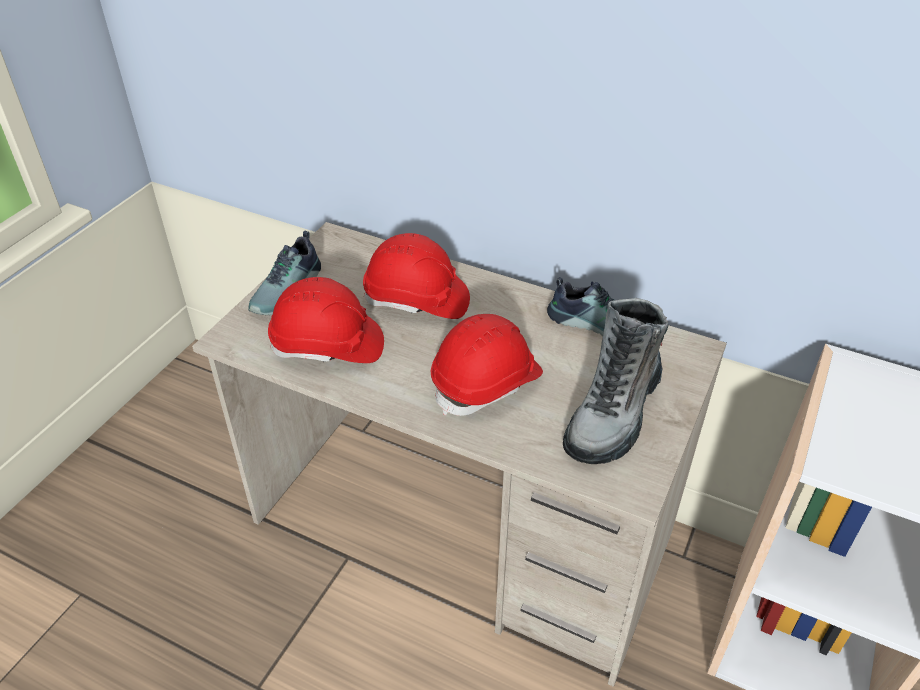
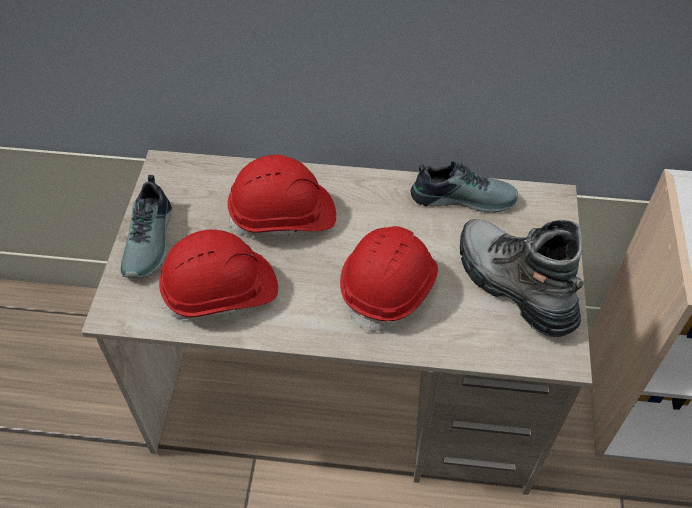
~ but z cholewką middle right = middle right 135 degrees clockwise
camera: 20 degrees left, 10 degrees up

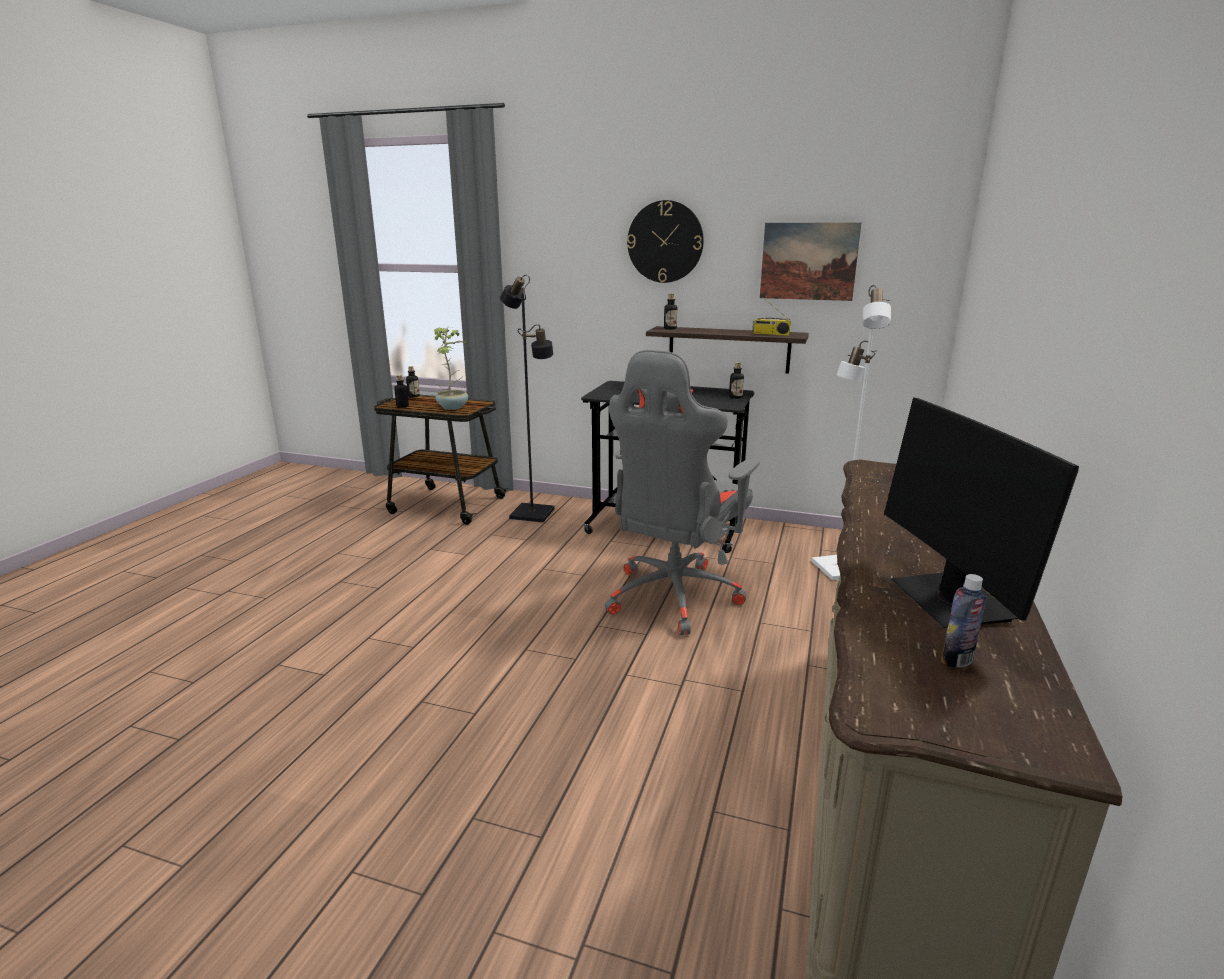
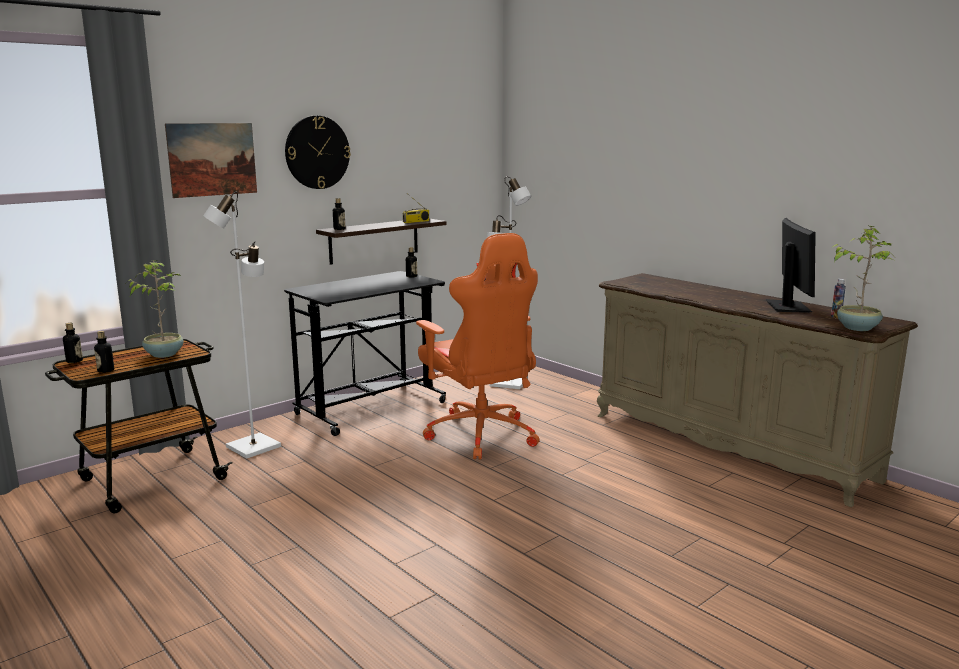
~ obraz top centre to top left
~ lampa stojąca [czarny] centre to lampa stojąca [biały] (1st from left) middle left
~ krzesło biurowe [szary] centre to krzesło biurowe [pomarańczowy] centre
~ monitor middle right = middle right 105 degrees counterclockwise
+ roślina doniczkowa (2nd from left) middle right
camera: 60 degrees left, 5 degrees down

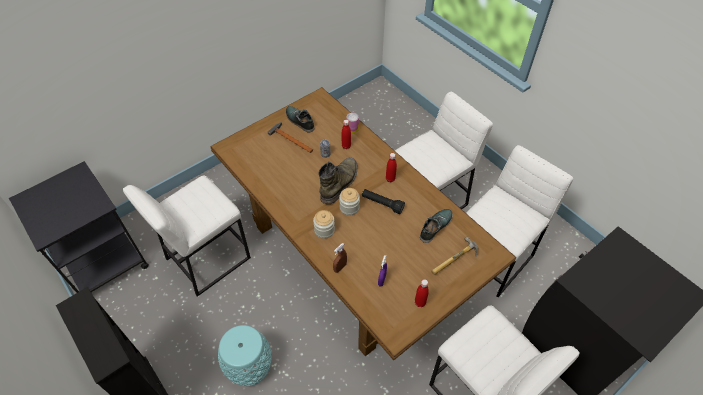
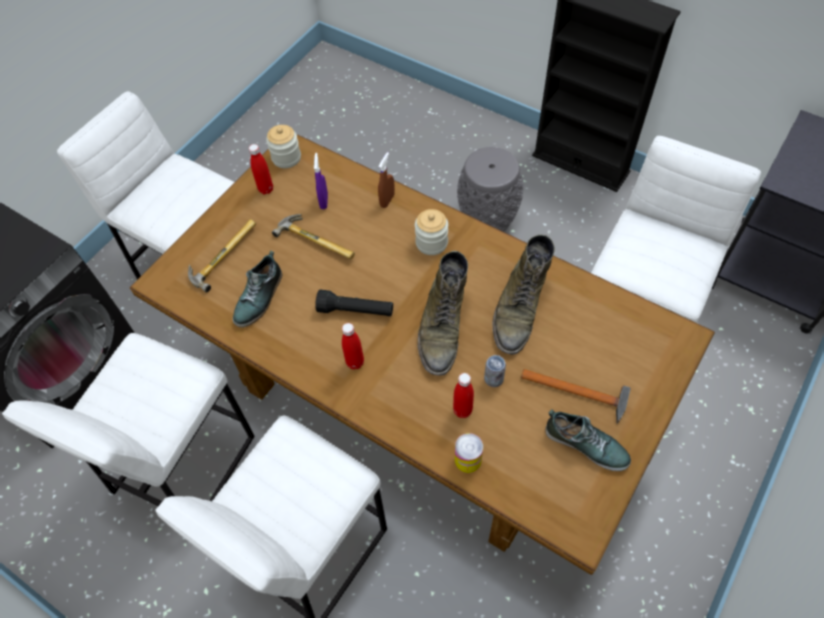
~ słoik (2nd from left in the first image) centre to słoik (1st from left) top centre
~ stołek [turkusowy] bottom centre to stołek [szary] top centre
+ młotek (2nd from left) centre
+ but z cholewką [zielony] (2nd from left) centre
camera: 165 degrees right, 5 degrees up

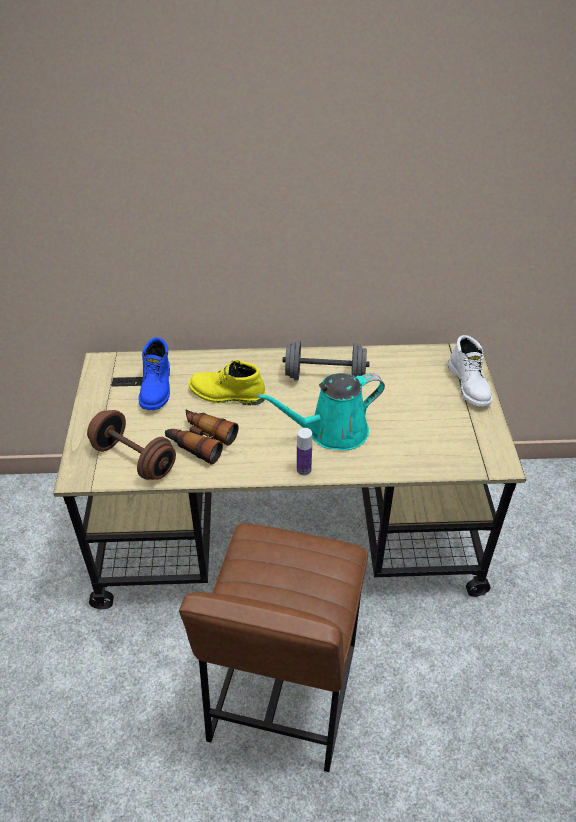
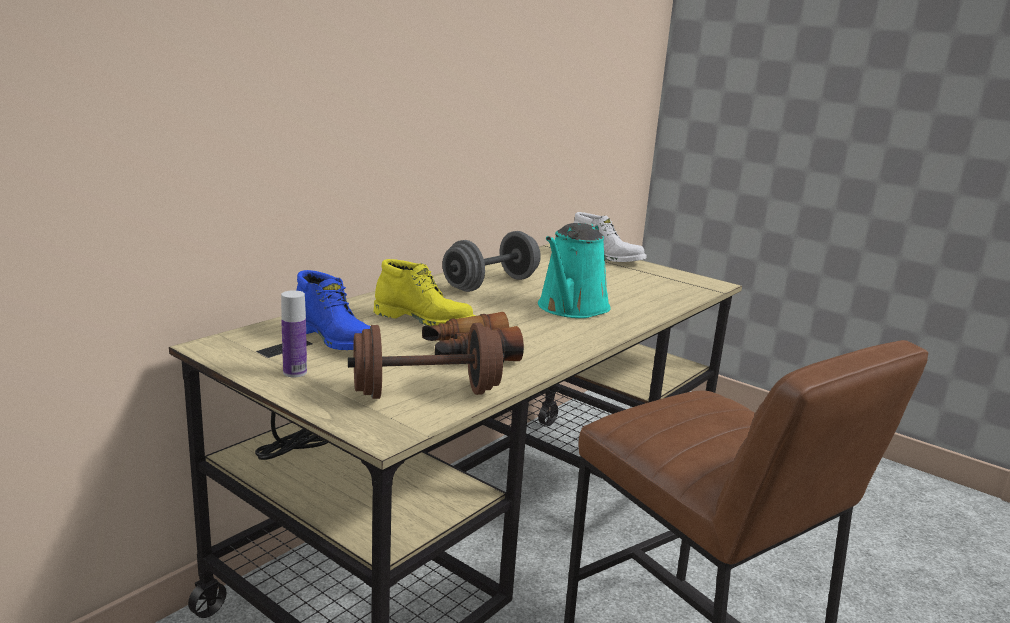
~ but z cholewką [żółty] centre = centre 120 degrees counterclockwise
~ butelka centre to middle left
camera: 50 degrees left, 25 degrees down

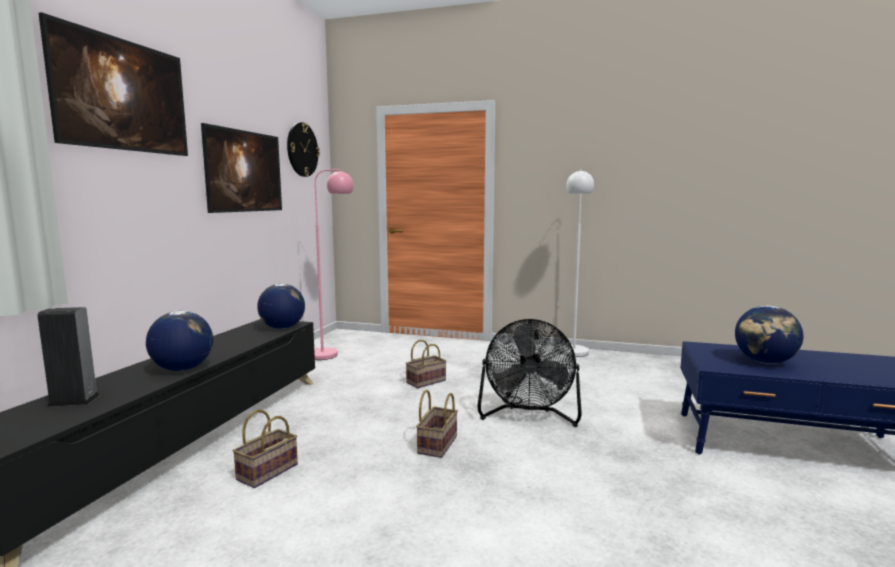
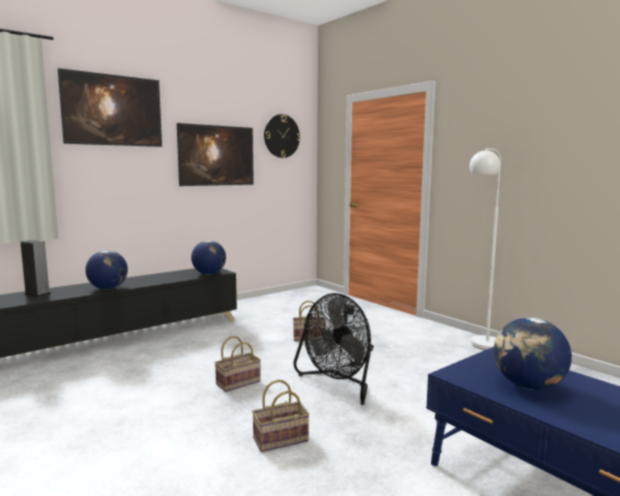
- lampa stojąca [różowy] centre
~ koszyk (1st from left in the first image) bottom left to koszyk (2nd from left) bottom centre
camera: 35 degrees right, 0 degrees up

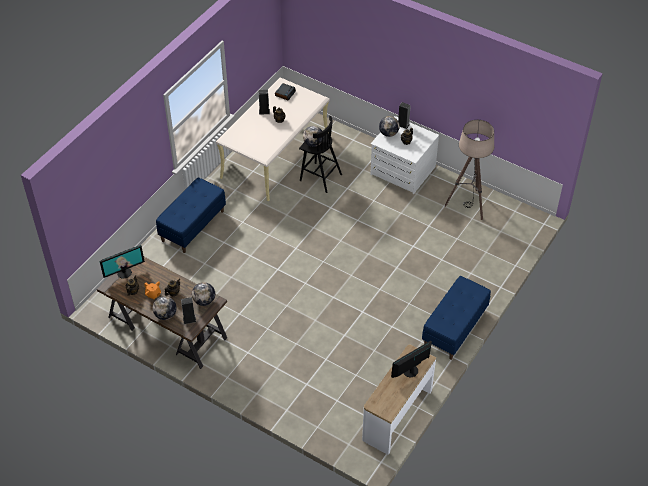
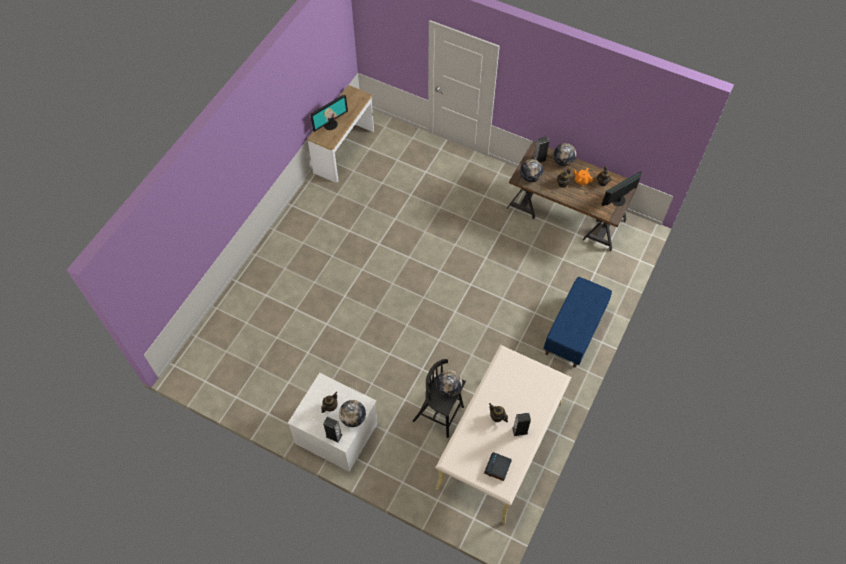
- lampa stojąca middle right
- ławka [niebieski] (2nd from left) middle right
camera: 175 degrees right, 10 degrees up

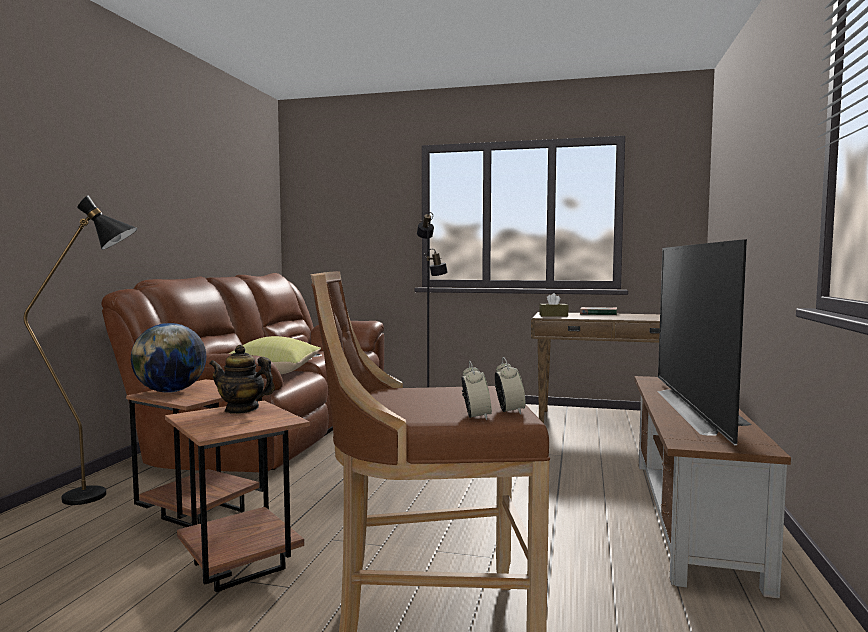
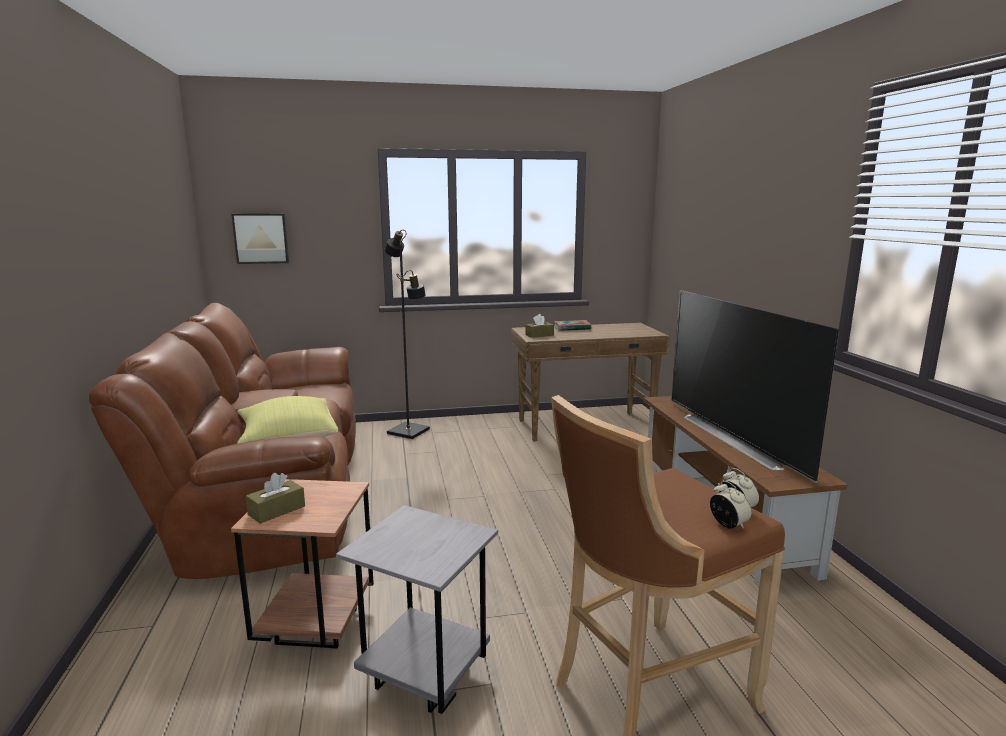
- lampa stojąca [czarny] (1st from left) middle left
~ globus middle left to pudełko chusteczek [brązowy] (1st from left) bottom left
- imbryk middle left
~ stolik [brązowy] (2nd from left) bottom left to stolik [szary] bottom centre
+ obraz top left
camera: 25 degrees left, 10 degrees up

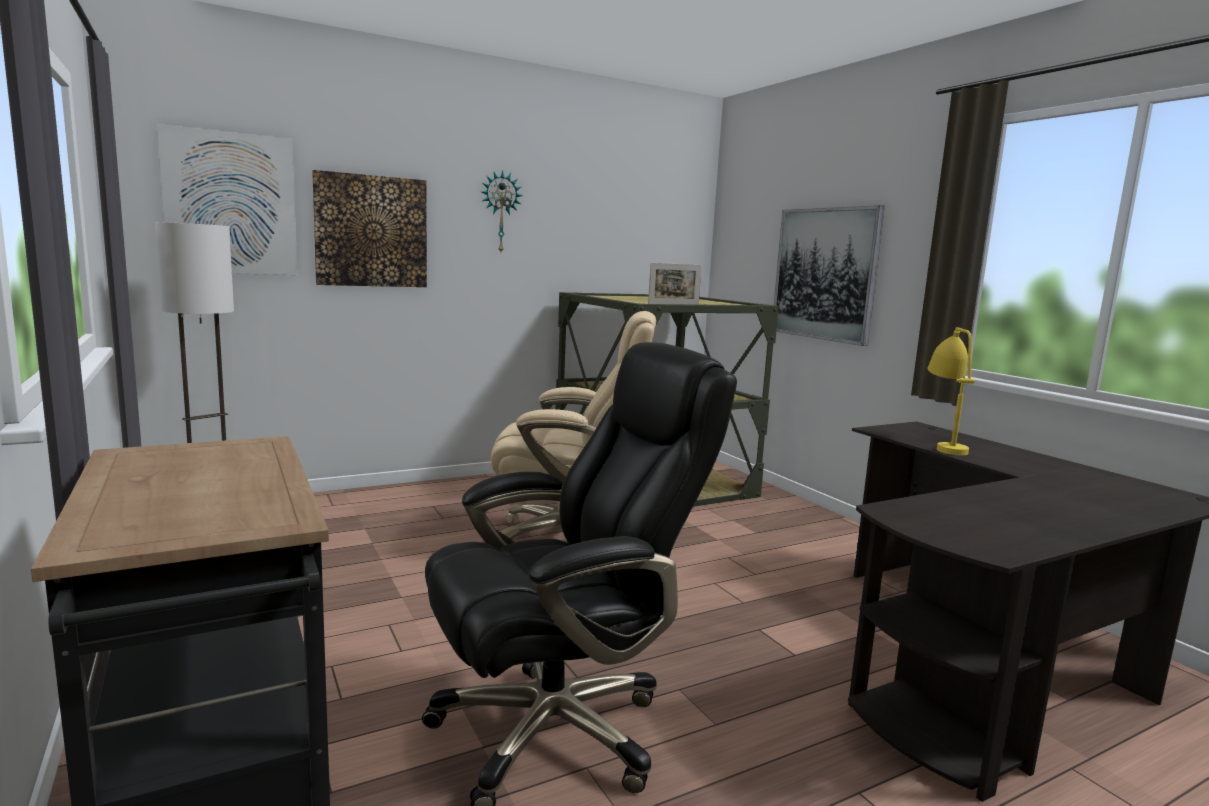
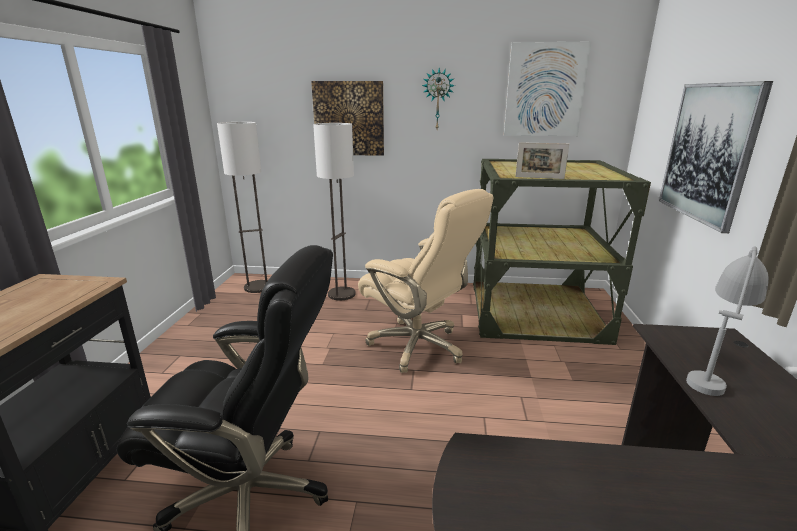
~ obraz (1st from left in the first image) top left to obraz (2nd from left) top right
~ lampa stołowa [żółty] middle right to lampa stołowa [szary] middle right
+ lampa stojąca (2nd from left) centre
camera: 35 degrees right, 10 degrees up

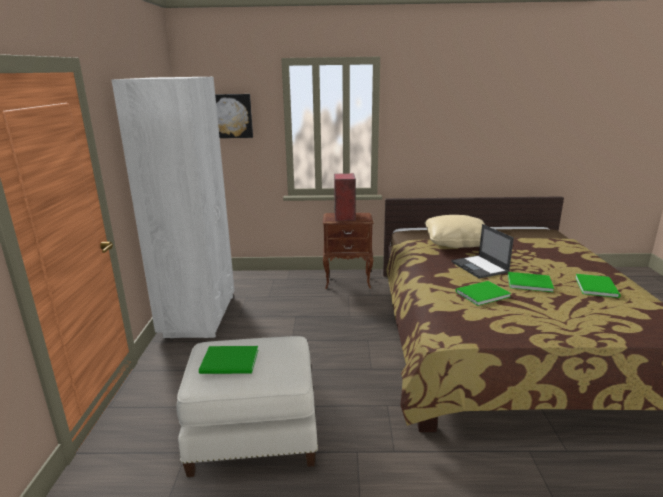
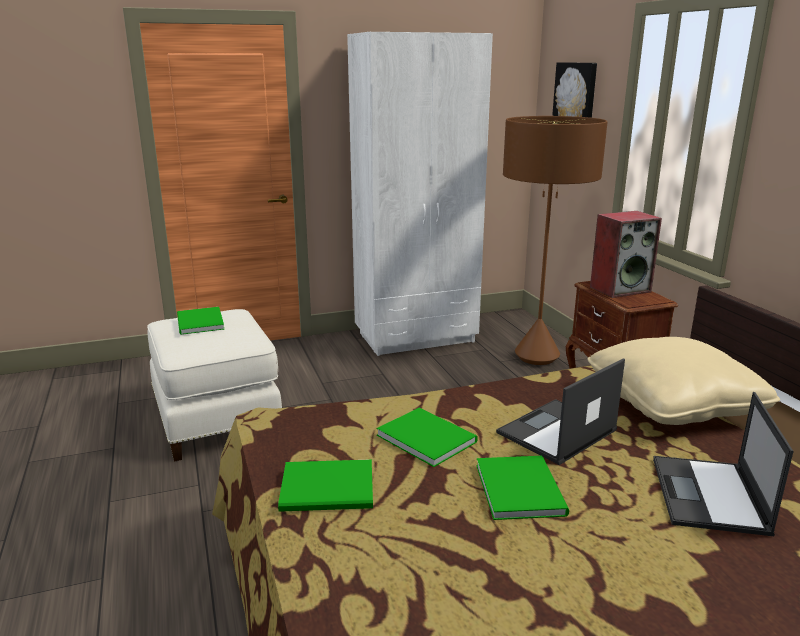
~ książka [zielony] (4th from left in the first image) middle right to książka [zielony] (2nd from left) bottom centre
+ lampa stojąca [brązowy] middle right
+ laptop (2nd from left) bottom right
camera: 70 degrees right, 0 degrees up

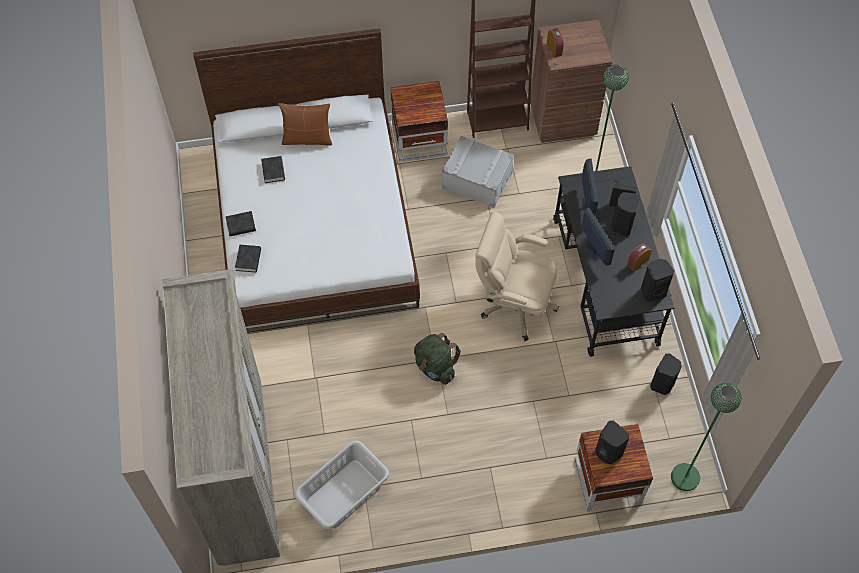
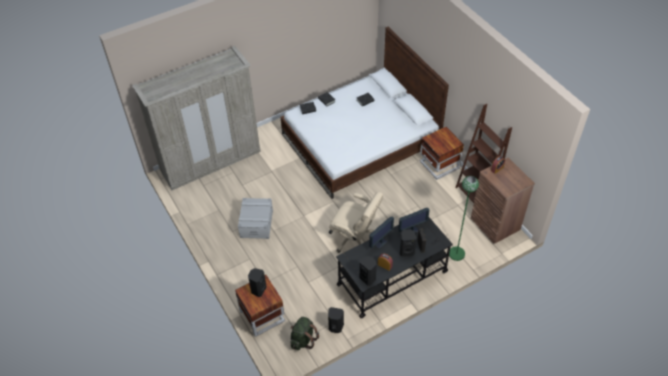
- poduszka [brązowy] top centre
~ pojemnik do przechowywania [szary] top centre to centre
~ krzesło biurowe [beżowy] centre = centre 120 degrees clockwise
~ plecak [zielony] centre to bottom centre
- lampa stojąca [zielony] (2nd from left) bottom right
- kosz na pranie [szary] bottom centre
camera: 70 degrees right, 10 degrees down

